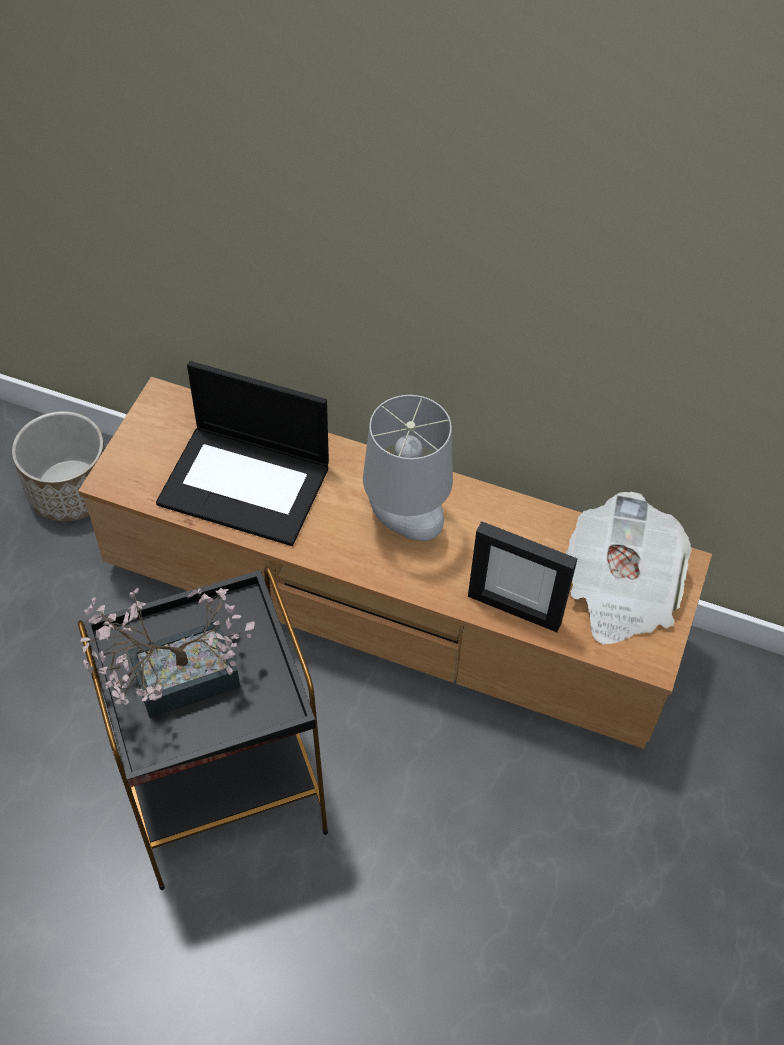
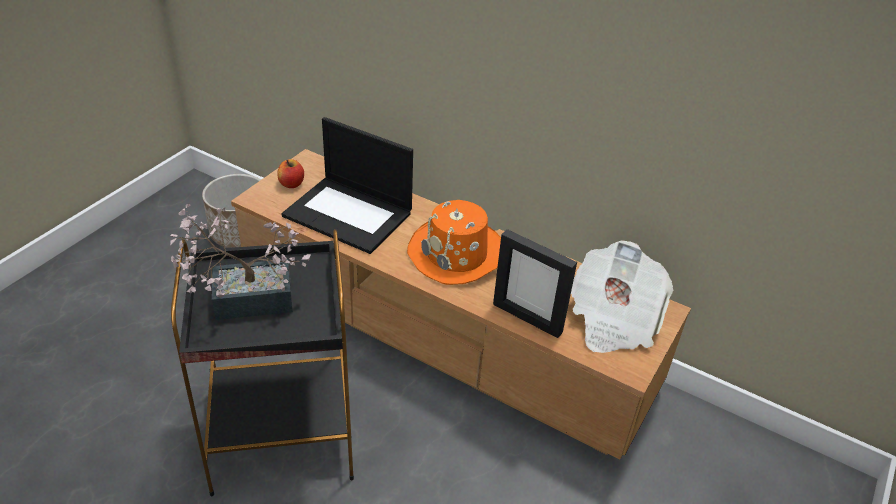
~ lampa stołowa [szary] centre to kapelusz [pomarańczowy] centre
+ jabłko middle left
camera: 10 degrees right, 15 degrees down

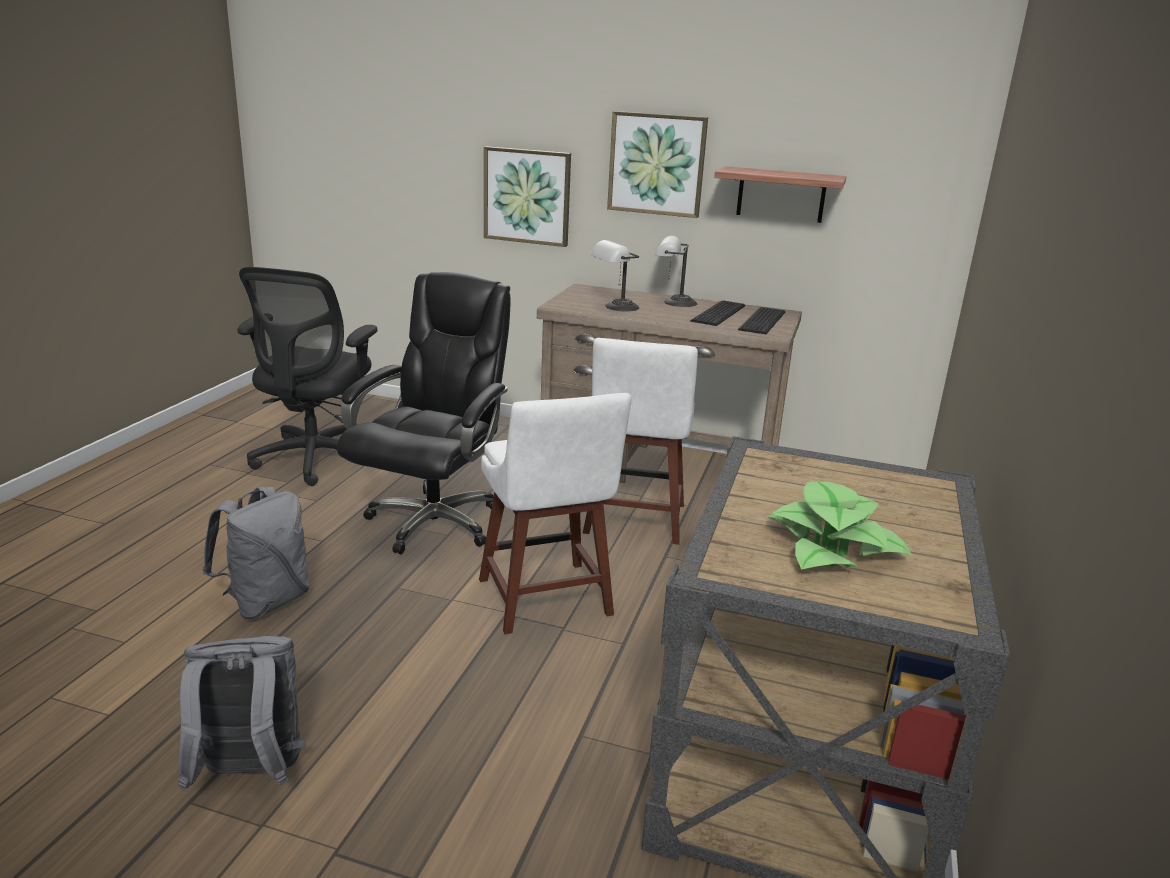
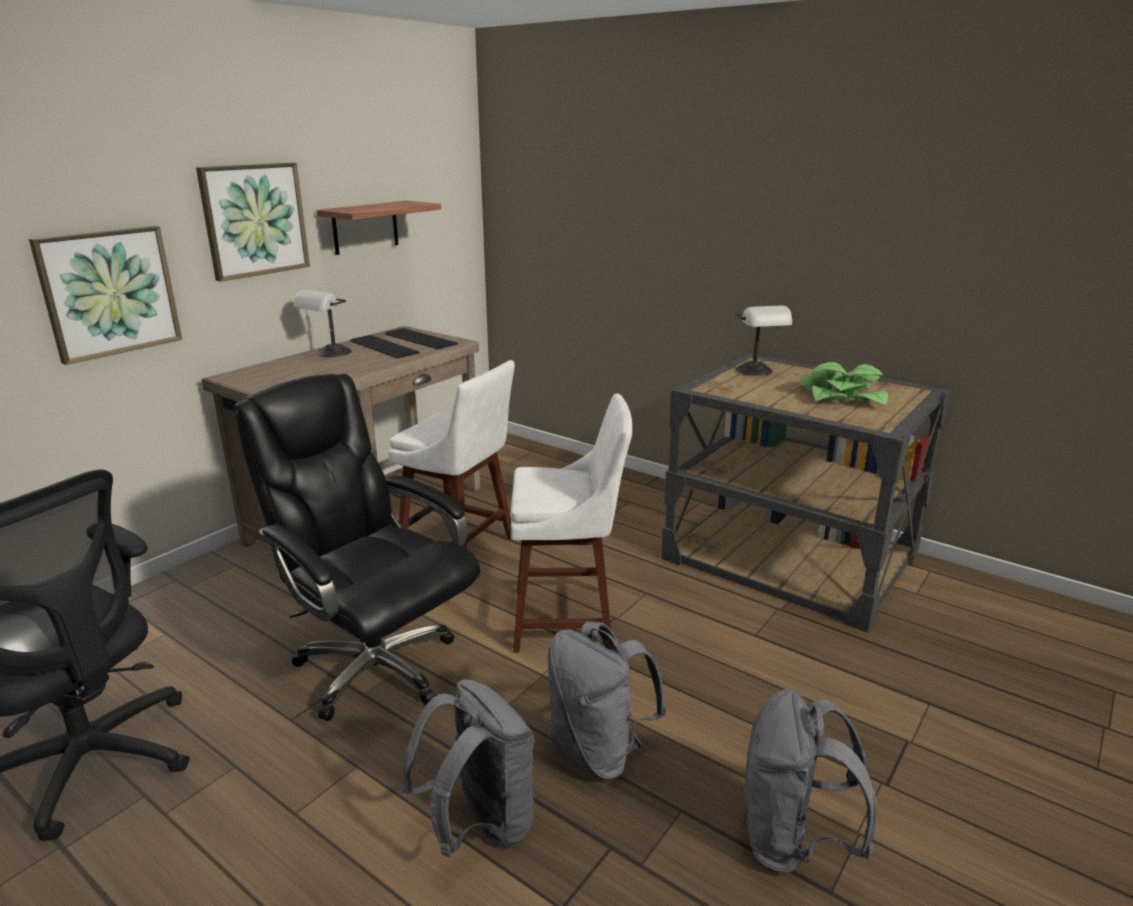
~ lampa stołowa (1st from left in the first image) top centre to lampa stołowa (2nd from left) middle right
+ plecak [szary] (2nd from left) bottom centre
camera: 70 degrees left, 0 degrees up

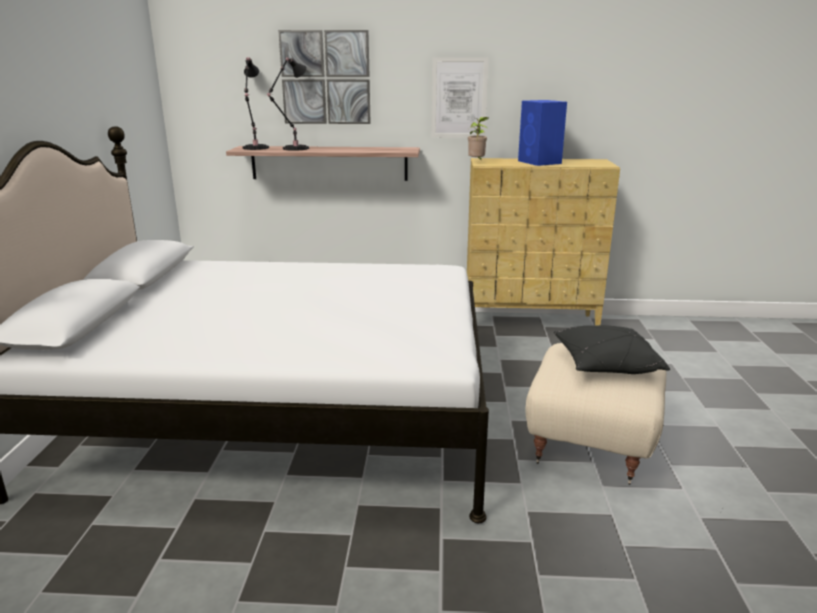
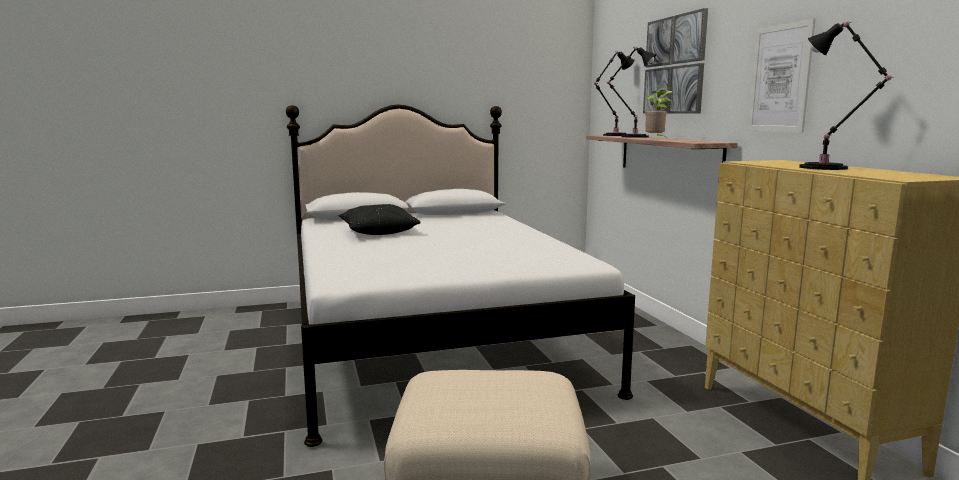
~ głośnik [niebieski] top centre to lampa stołowa [czarny] (3rd from left) top right
~ roślina doniczkowa top centre to top right
~ poduszka [czarny] middle right to centre
camera: 70 degrees right, 10 degrees down

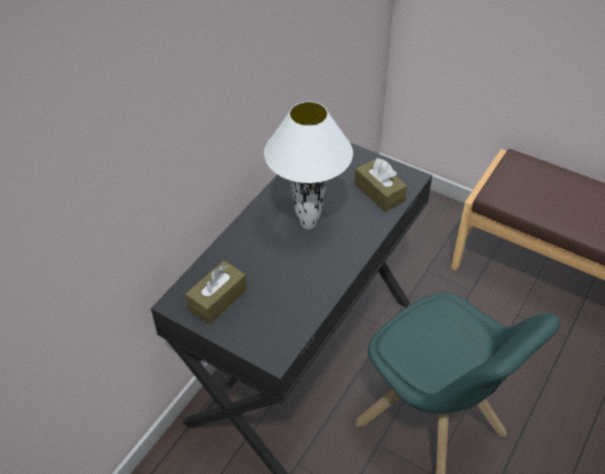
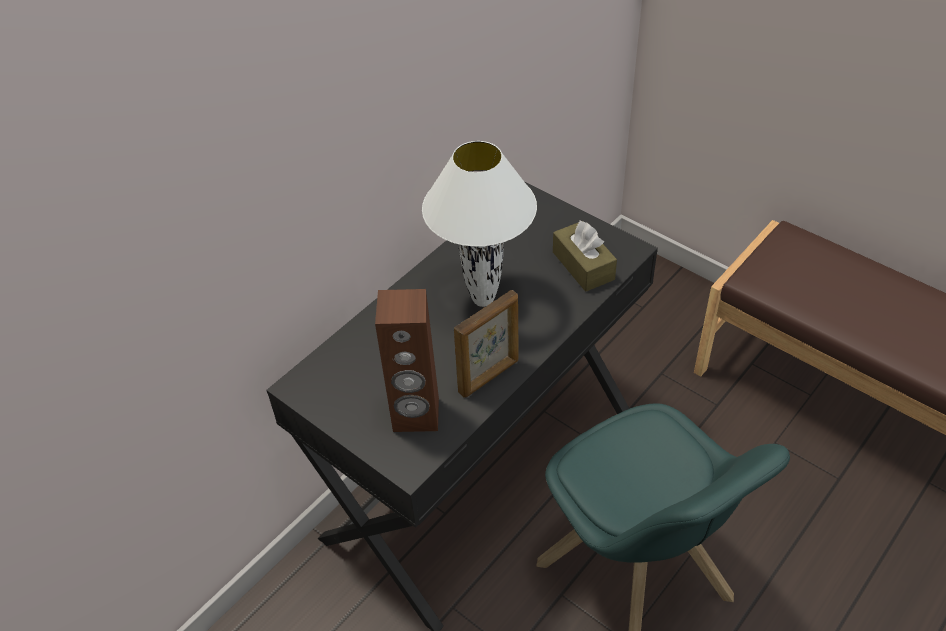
- pudełko chusteczek [brązowy] (1st from left) centre
+ głośnik [brązowy] centre
+ ramka na zdjęcie centre
camera: 10 degrees right, 0 degrees up

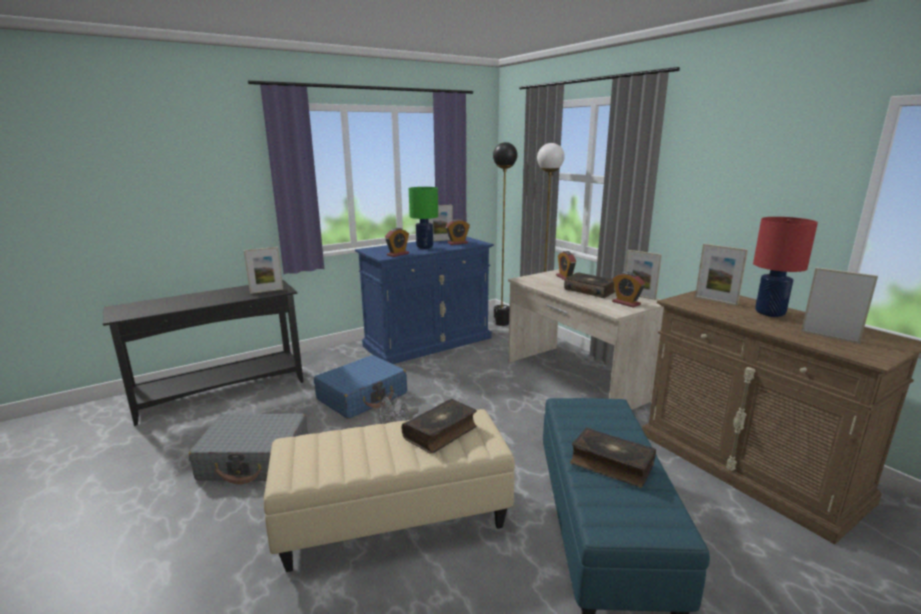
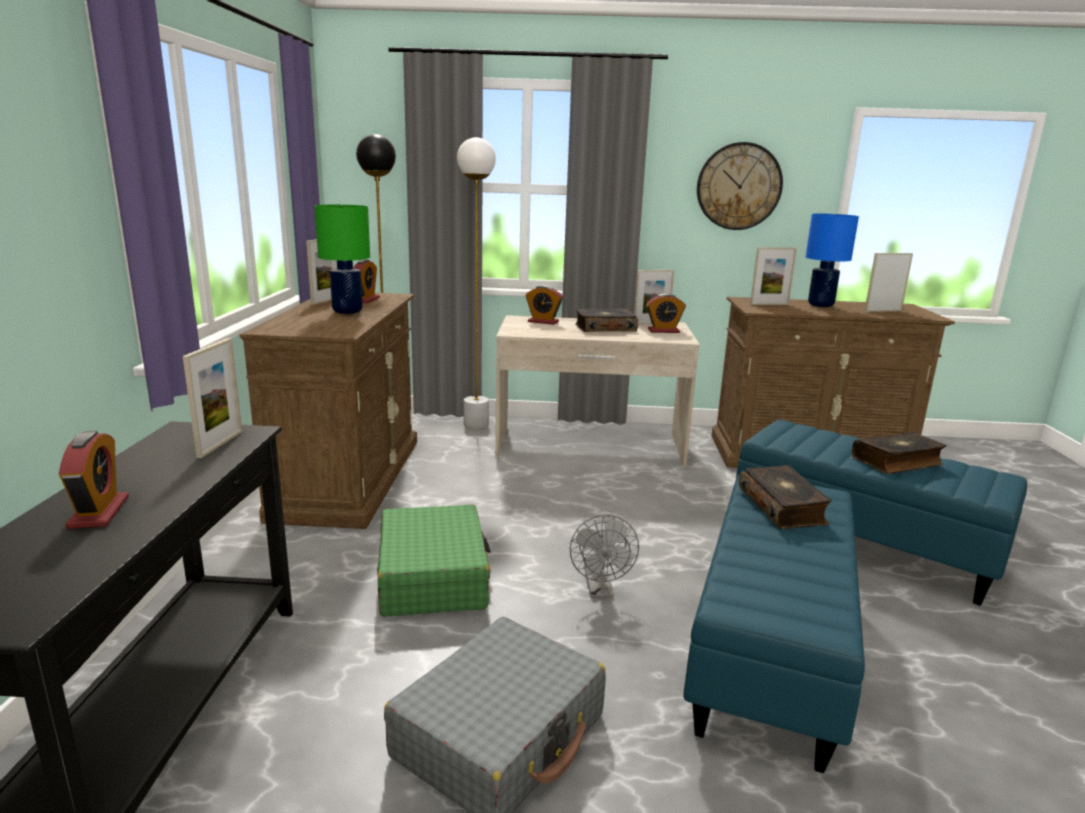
~ lampa stołowa [czerwony] middle right to lampa stołowa [niebieski] top right
~ budzik (1st from left) centre to middle left
~ komoda [niebieski] centre to komoda [brązowy] (1st from left) middle left
~ walizka [niebieski] centre to walizka [zielony] bottom centre
~ pufa [beżowy] bottom centre to pufa [niebieski] (1st from left) bottom right
+ zegar ścienny top right
camera: 55 degrees left, 0 degrees up

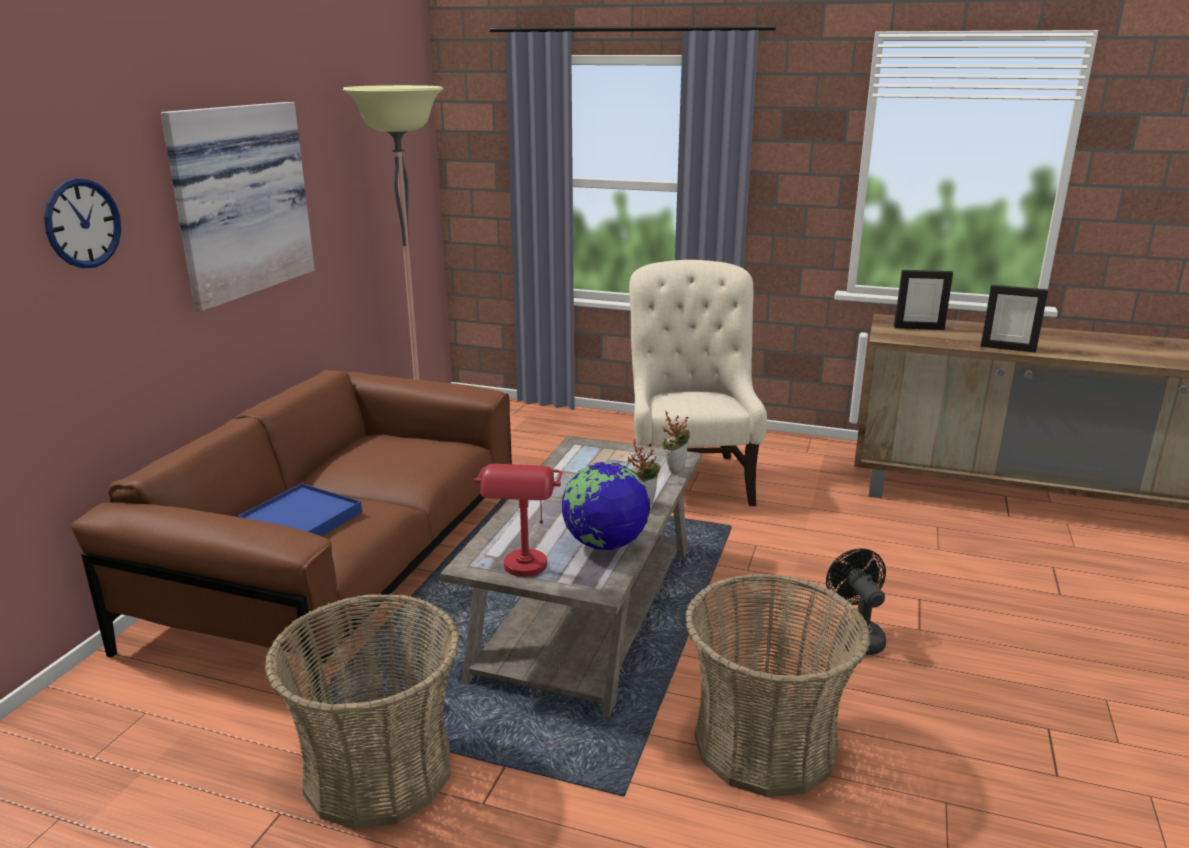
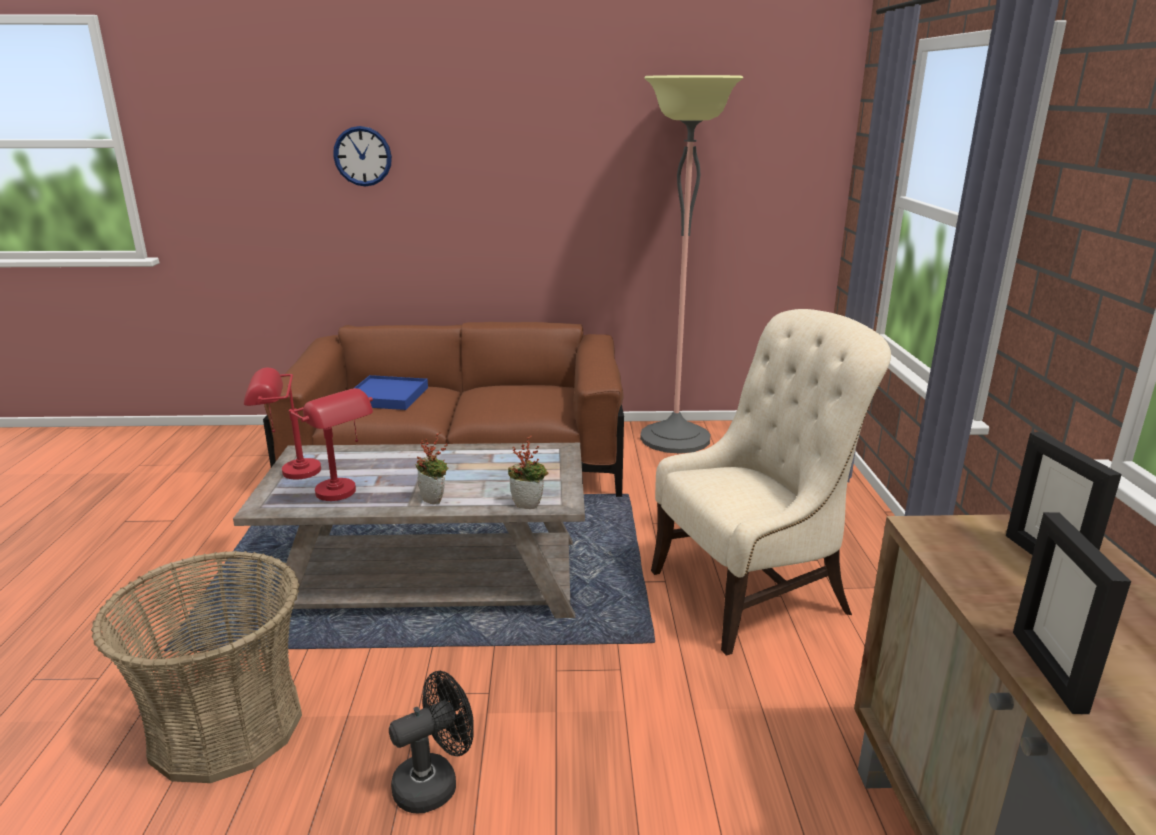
- obraz top left
~ globus centre to lampa stołowa [czerwony] (2nd from left) middle left
- koszyk (1st from left) bottom left
camera: 70 degrees right, 0 degrees up

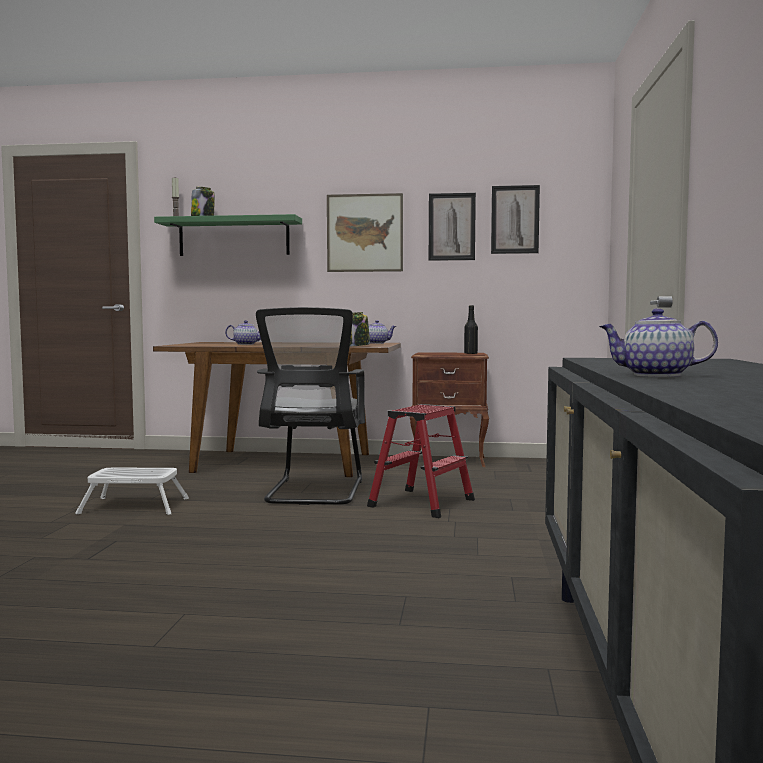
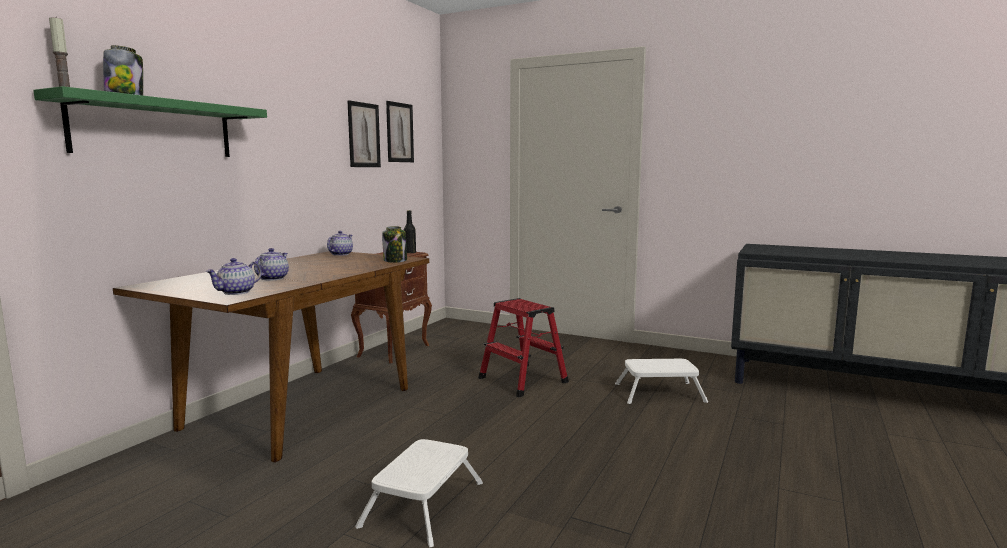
- obraz (1st from left) top centre
- krzesło centre
~ imbryk (3rd from left in the first image) middle right to imbryk (1st from left) middle left
+ drabinka [biały] (2nd from left) bottom centre
camera: 70 degrees left, 5 degrees up

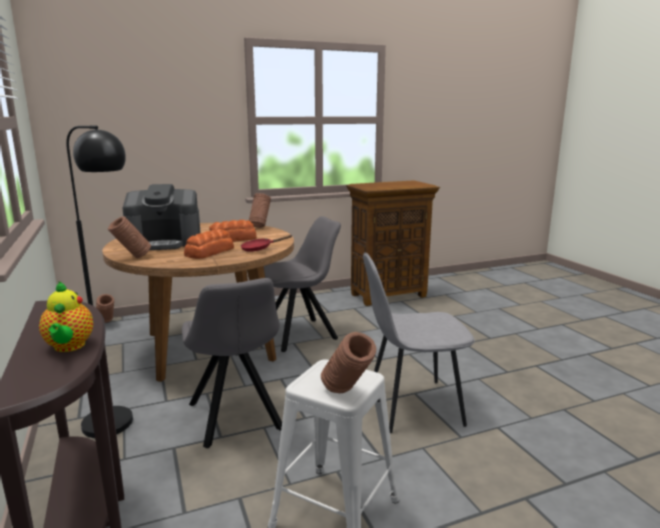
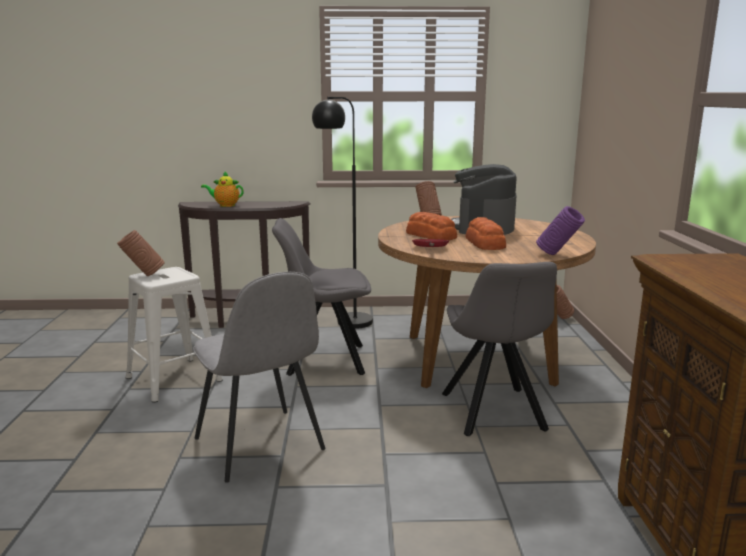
~ wazon [brązowy] (3rd from left) centre to wazon [fioletowy] middle right
~ krzesło [szary] (3rd from left in the first image) centre = bottom centre 135 degrees clockwise
camera: 110 degrees right, 0 degrees up

